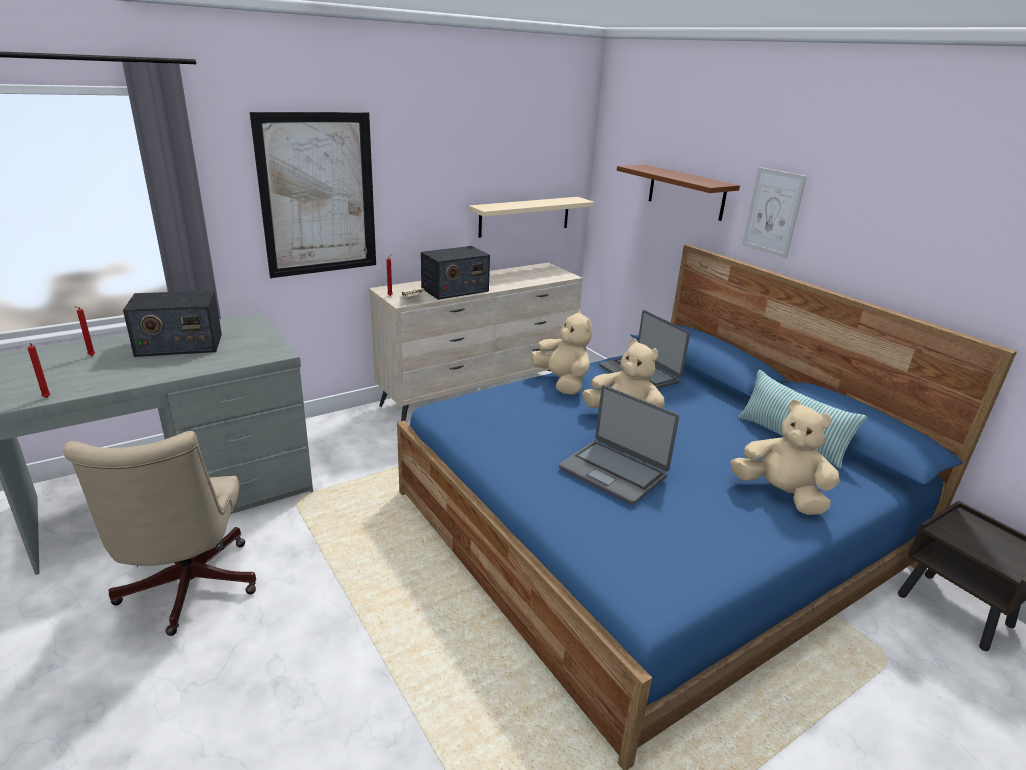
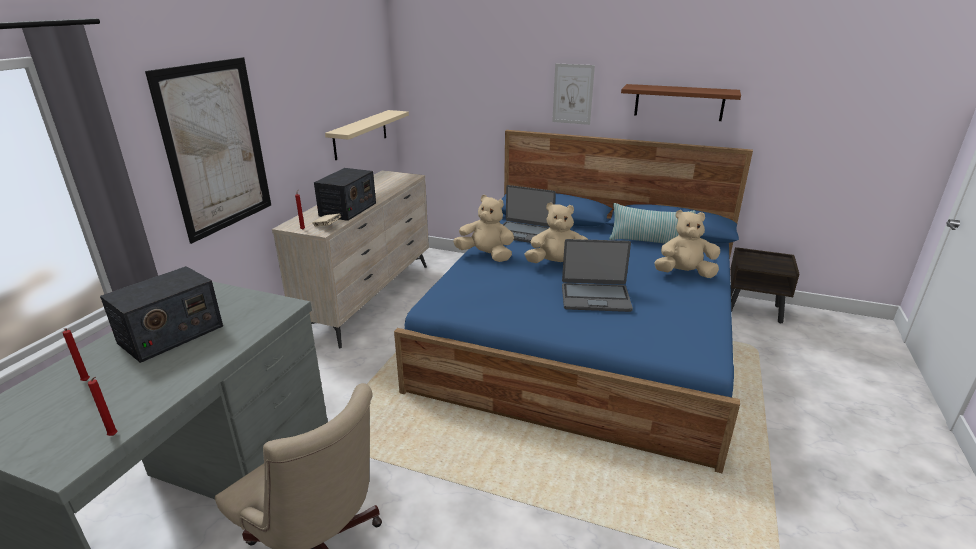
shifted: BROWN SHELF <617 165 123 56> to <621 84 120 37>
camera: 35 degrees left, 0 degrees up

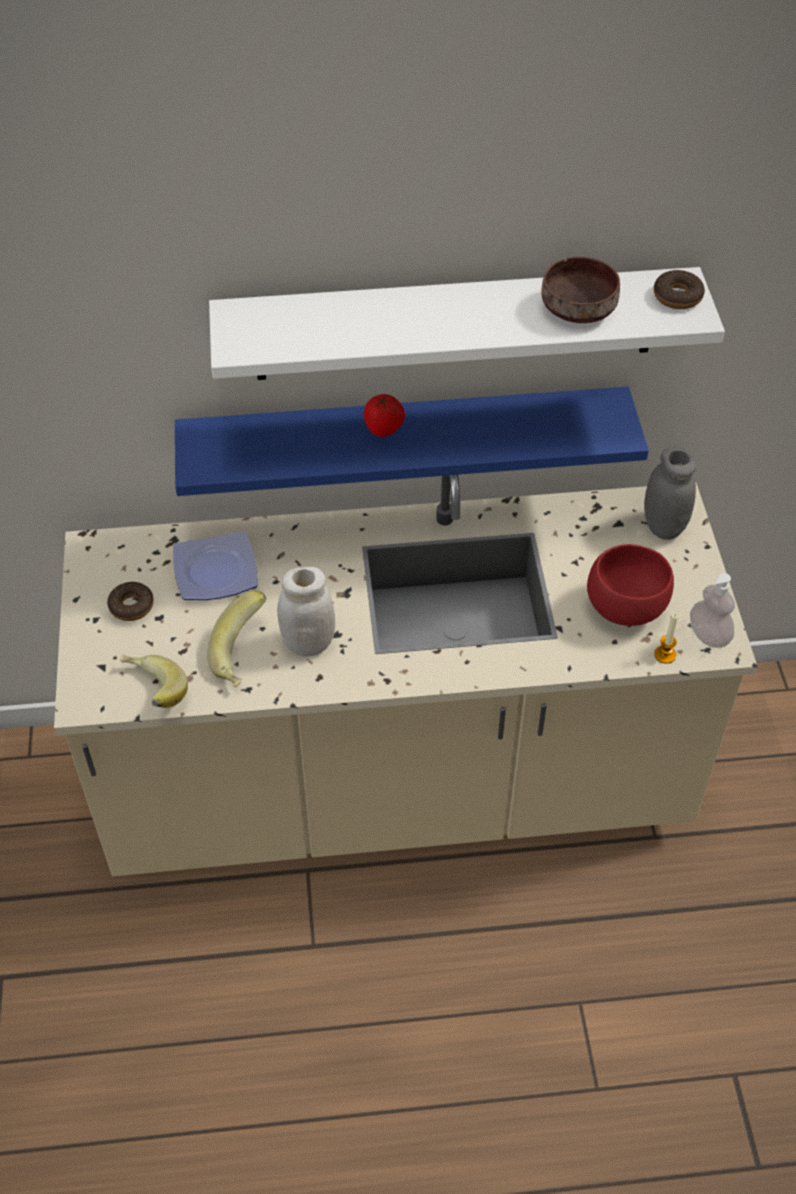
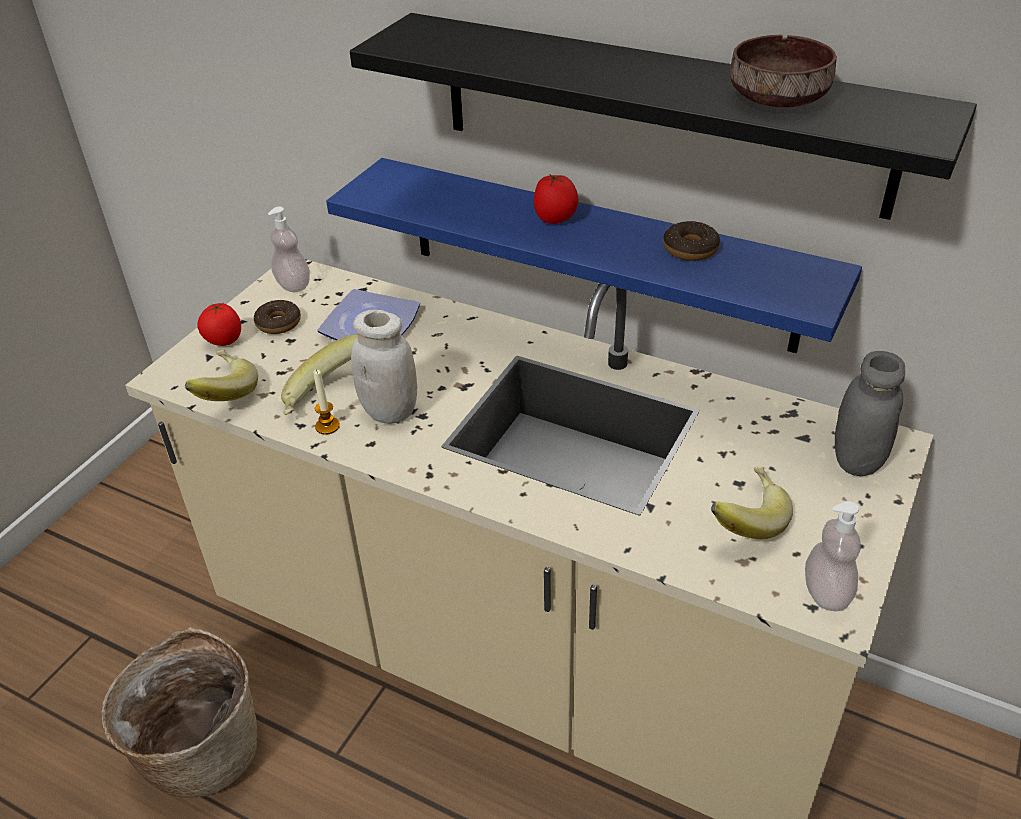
new: SOAP BOTTLE <268 207 42 85>; TOMATO <197 303 44 43>; BASKET <101 627 157 171>
shifted: RING DOUGHNUT <654 270 51 39> to <663 221 57 40>; CANDLE <654 614 24 50> to <313 370 27 65>
swapped: REDDISH BOWL <587 544 87 82> to BANANA <711 467 82 72>
repainted: WHITE SHELF <209 267 516 113> to BLACK SHELF <350 13 627 207>
camera: 35 degrees right, 10 degrees down

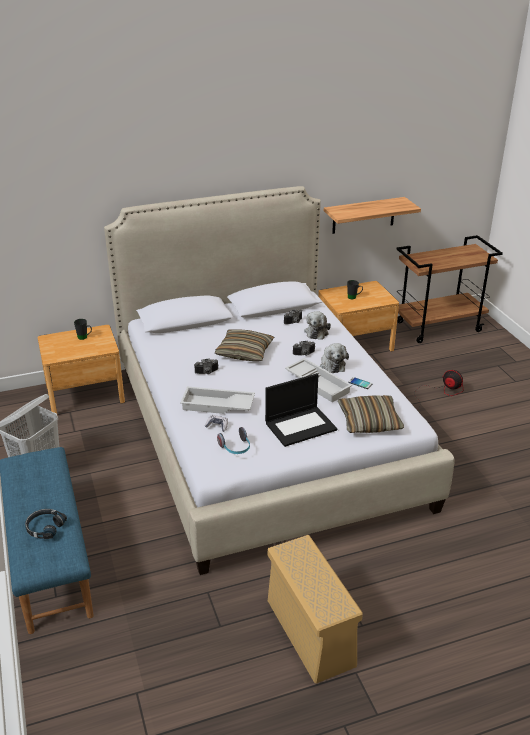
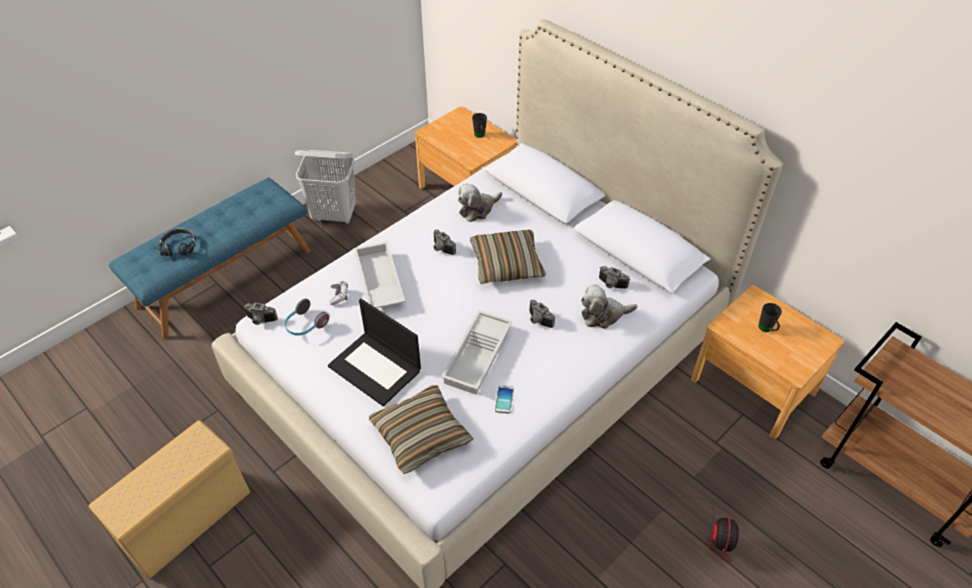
gone: SHELF <324 197 97 37>
new: STILL CAMERA <244 302 34 23>
shifted: CUDDLY TOY <320 343 29 30> to <458 184 44 38>
camera: 65 degrees right, 15 degrees up

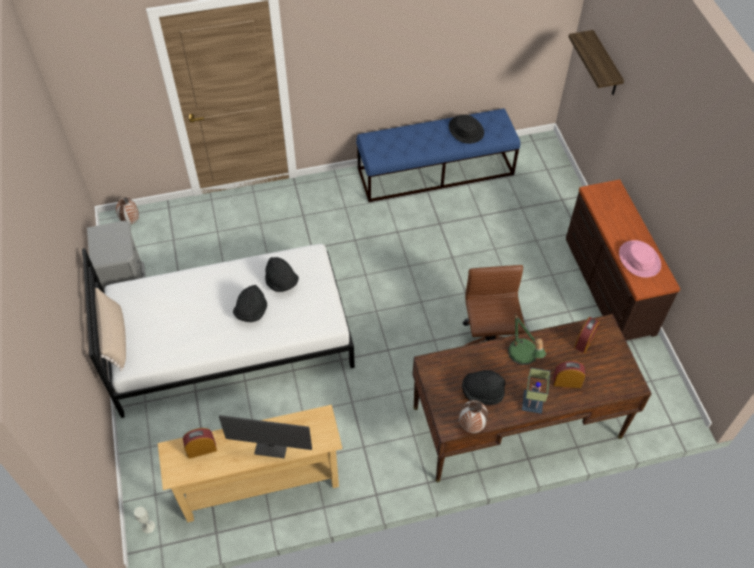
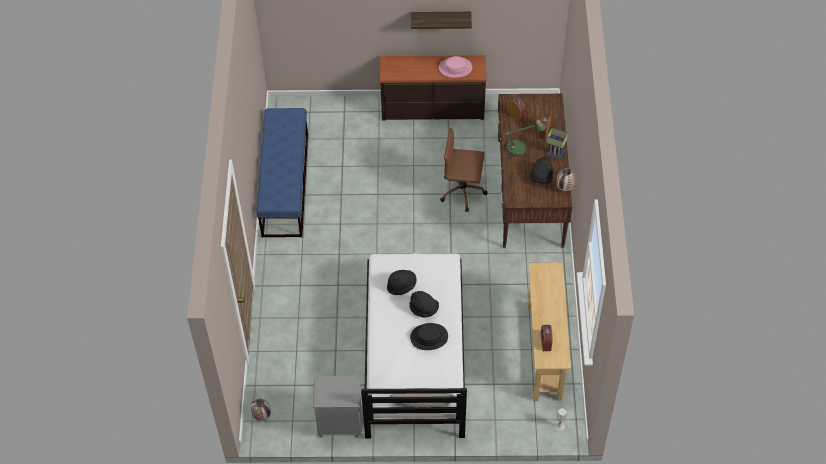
gone: COMPUTER SCREEN <219 415 93 43>
shifted: SHELF <569 30 55 65> to <411 12 61 17>; BLACK HAT <449 115 35 29> to <410 323 38 27>
camera: 75 degrees left, 0 degrees up

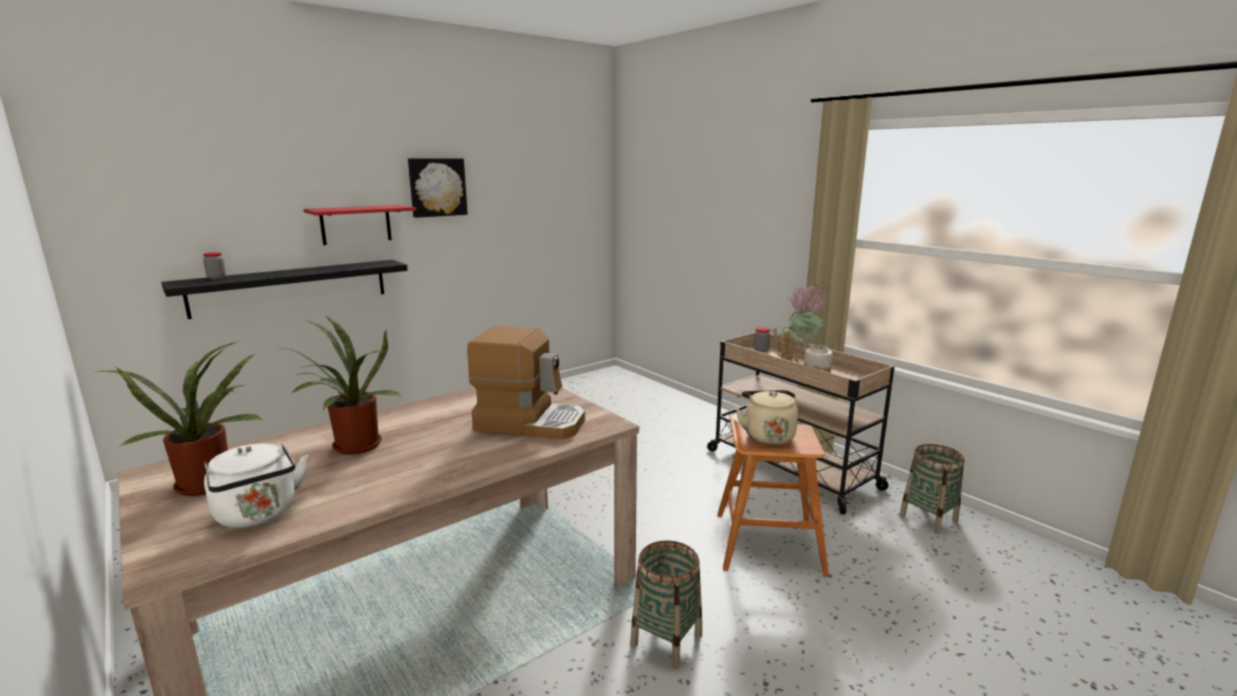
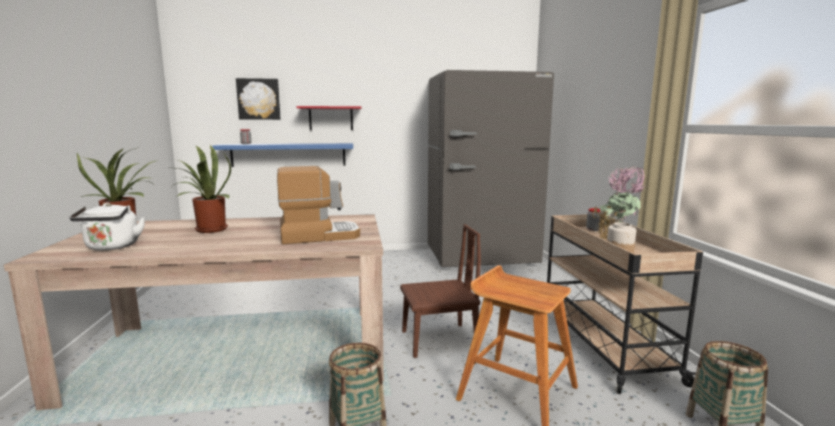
gone: BEIGE WATER KETTLE <736 390 62 55>
new: GRAY REFRIGERATOR <428 70 126 197>; BROWN PLAIN CHAIR <400 224 81 134>
shifted: PICTURE <408 158 60 60> to <236 78 45 42>
repainted: BLACK SHELF <161 260 247 59> to BLUE SHELF <212 143 141 24>
rotated: COFFEE MACHINE <467 326 118 114> = <277 166 83 78> 60 degrees counterclockwise
camera: 30 degrees right, 5 degrees down

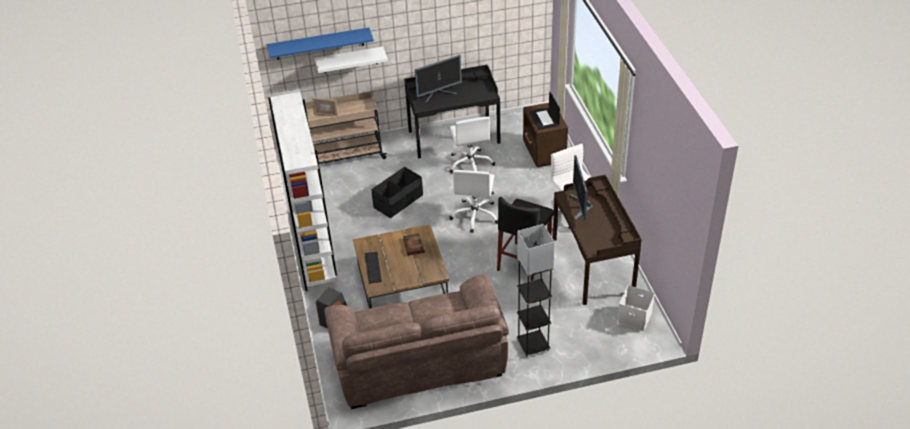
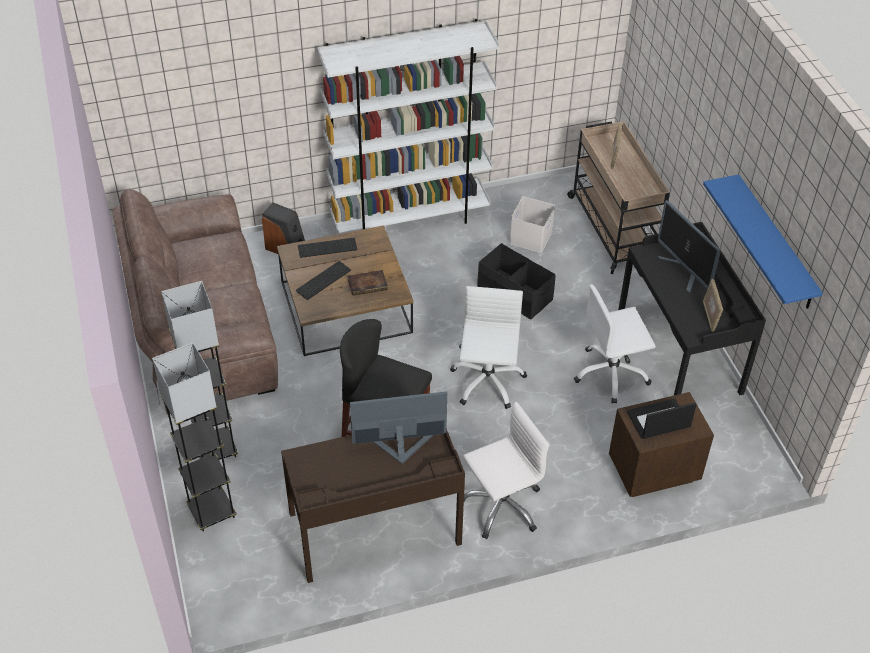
gone: WHITE SHELF <315 47 73 26>
new: COMPUTER KEYBOARD <296 261 55 39>; PICTURE FRAME <703 279 20 53>; GRAY FLOOR LAMP <152 342 85 189>
shifted: BLUE SHELF <267 28 107 32> to <703 174 120 135>; WHITE STORAGE BIN <617 285 38 46> to <509 196 46 57>
rotated: WHITE OFFICE CHAIR <449 170 49 63> = <450 286 77 123> 90 degrees clockwise
camera: 85 degrees right, 5 degrees up

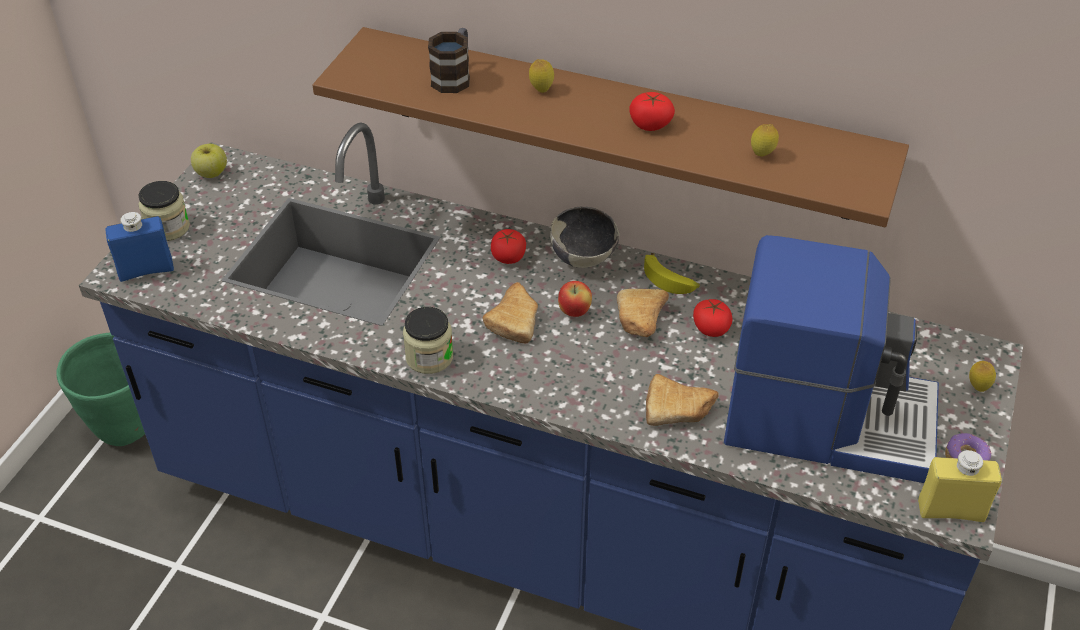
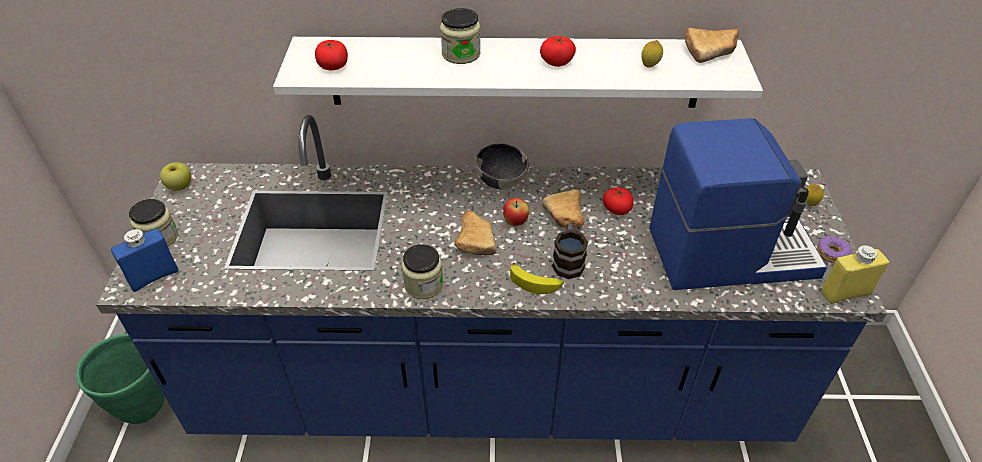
shifted: COFFEE MUG <428 28 42 65> to <552 224 36 55>; TOMATO <491 229 35 35> to <315 40 33 30>; BANANA <644 253 56 41> to <510 263 54 31>; BREAD <646 374 73 52> to <685 28 54 35>
swapped: CITRUS FRUIT <529 59 25 34> to STORAGE JAR <440 8 41 56>
repainted: BROWN SHELF <312 27 597 200> to WHITE SHELF <273 37 490 71>
camera: 20 degrees left, 0 degrees up

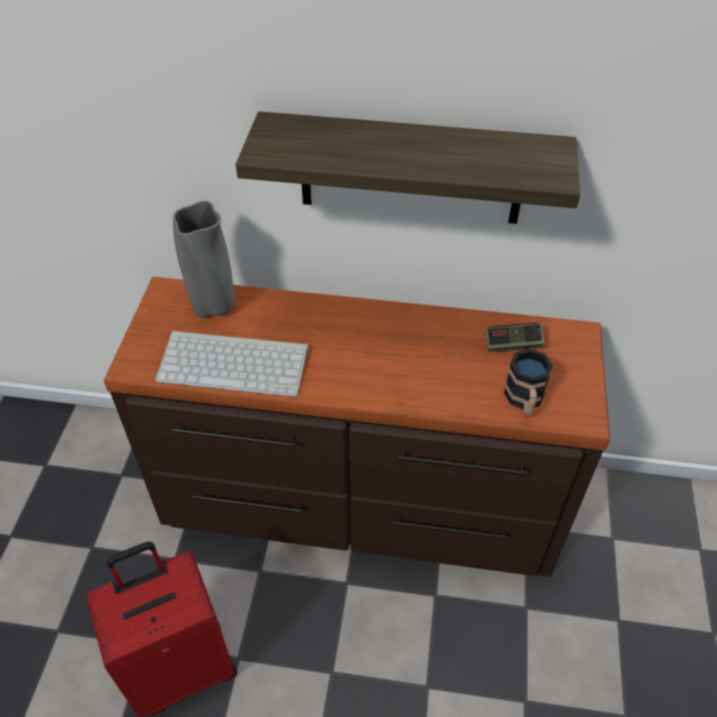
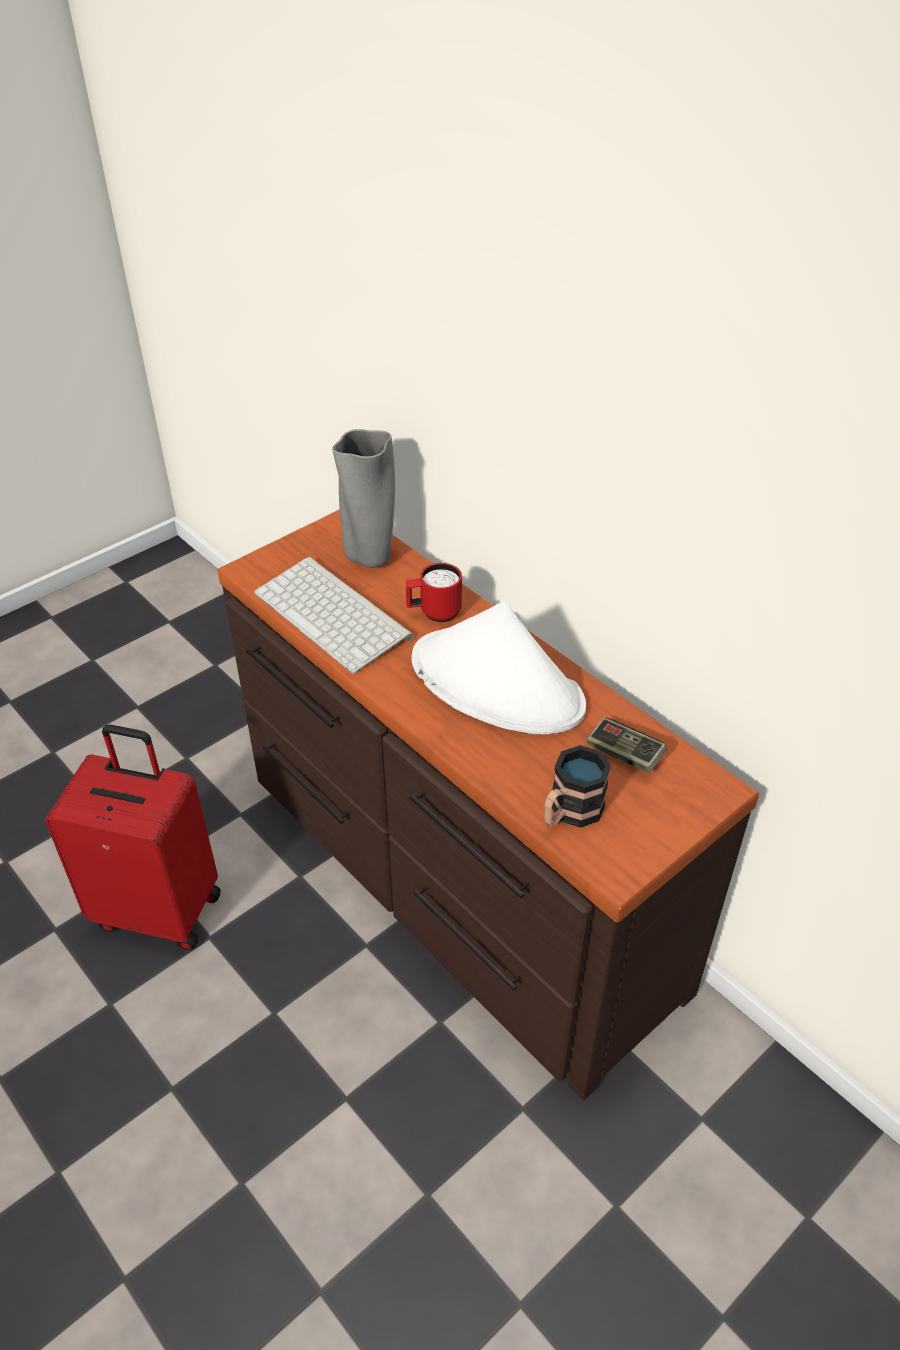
gone: SHELF <236 111 344 113>
new: REDDISH COFFEE MUG <406 563 56 59>; WHITE HAT <412 601 174 134>
camera: 40 degrees right, 5 degrees down

